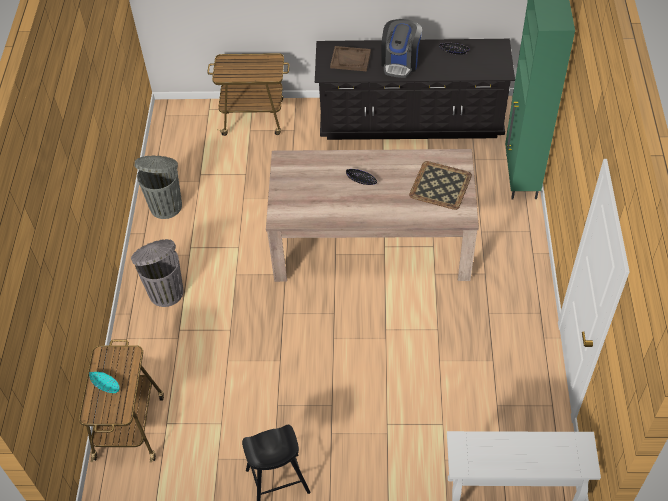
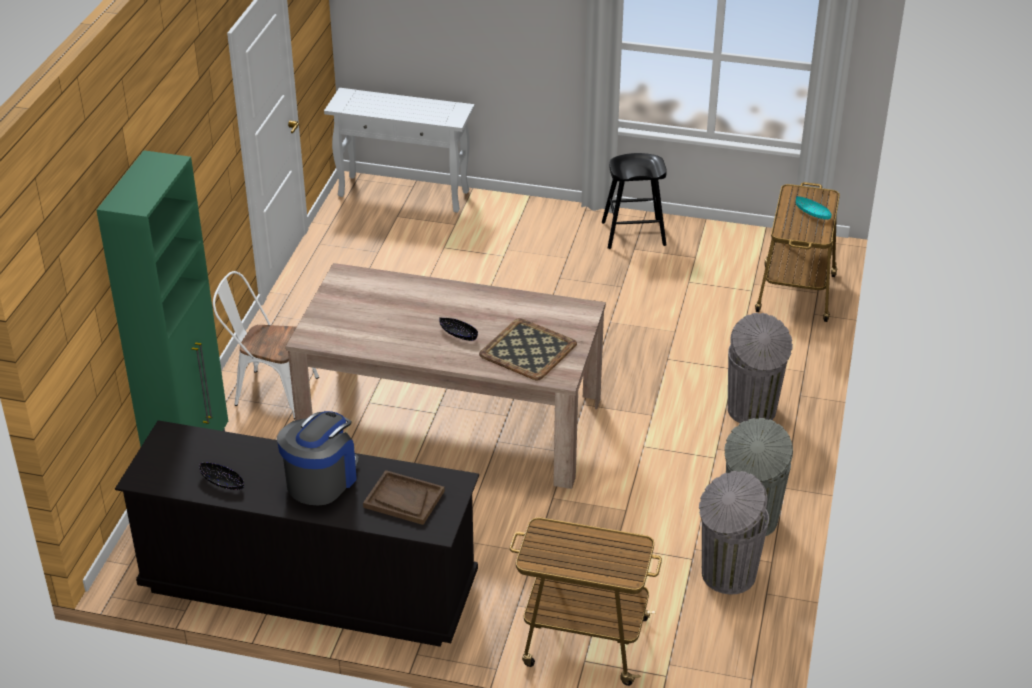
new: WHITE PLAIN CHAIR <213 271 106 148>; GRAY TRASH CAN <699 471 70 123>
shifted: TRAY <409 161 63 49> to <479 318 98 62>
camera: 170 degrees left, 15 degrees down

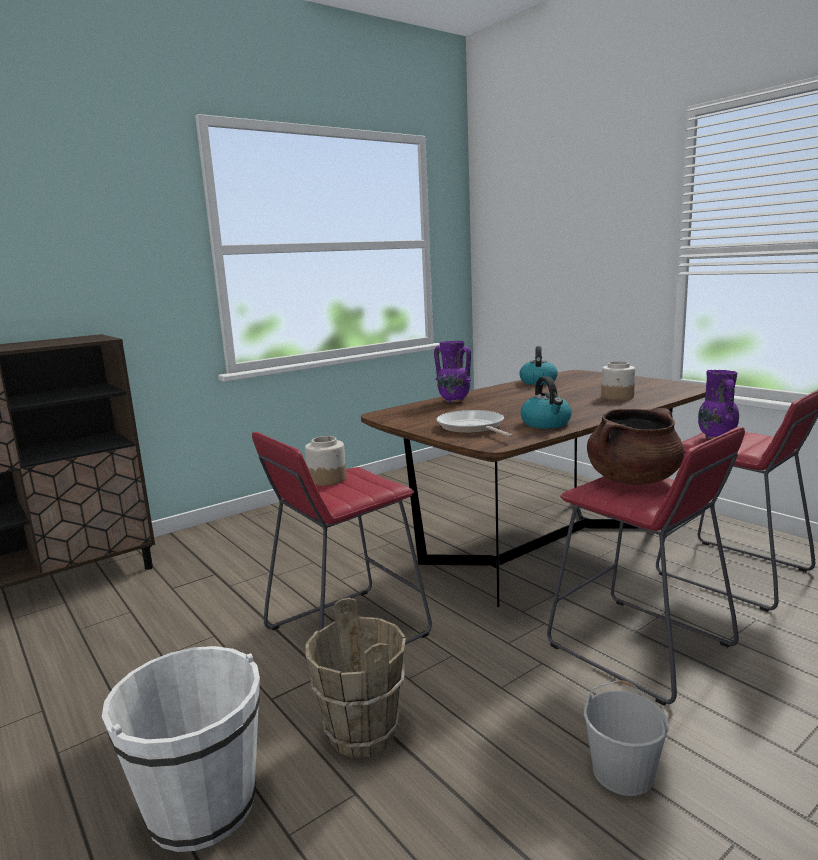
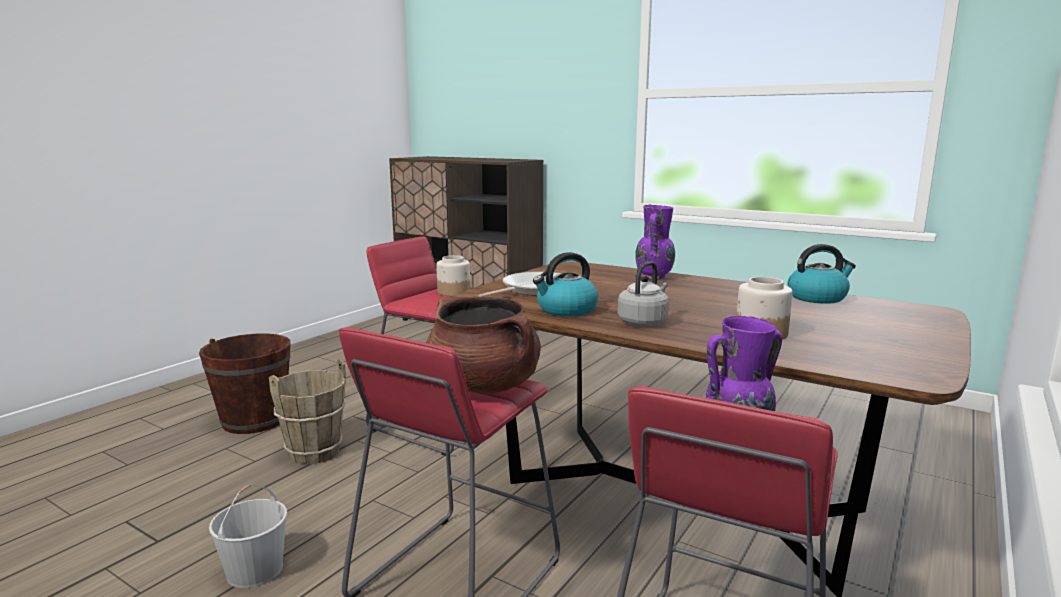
new: GRAY WATER KETTLE <618 261 51 65>
repainted: WHITE WATER BUCKET <102 646 158 206> to BROWN WATER BUCKET <199 333 92 101>
camera: 70 degrees right, 0 degrees up

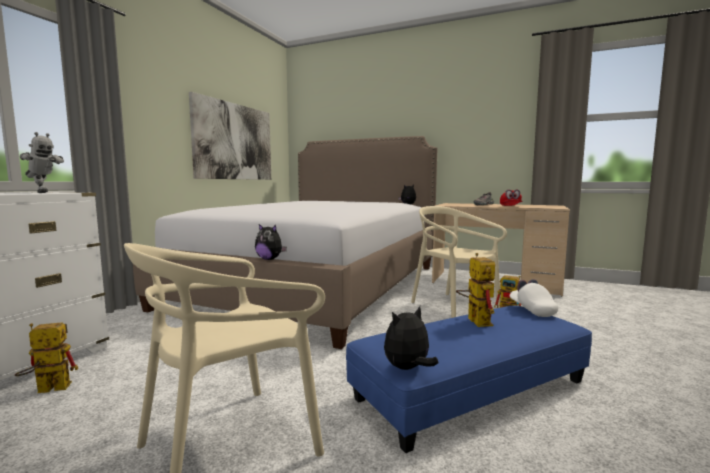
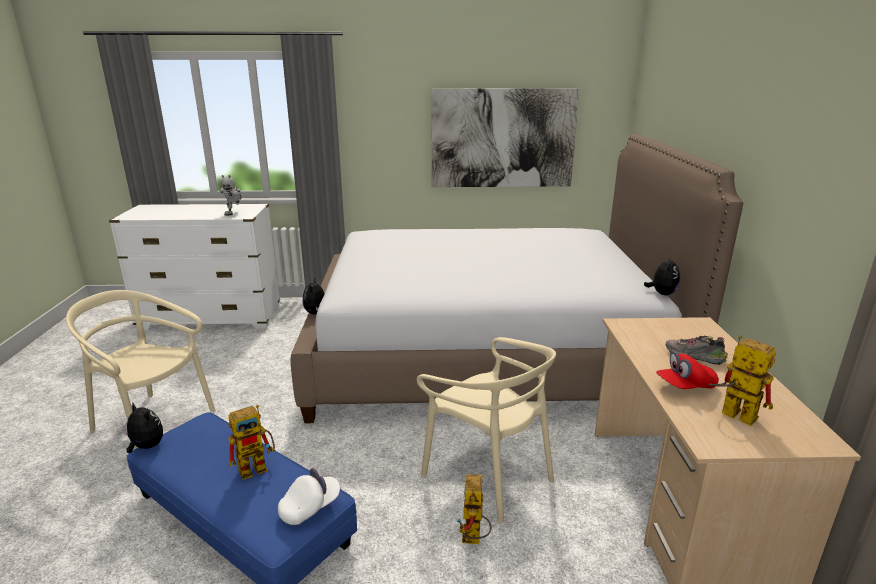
shifted: TOY ROBOT <15 322 64 71> to <708 335 68 91>
rotated: BEIGE PLAIN CHAIR <411 206 96 112> = <417 337 139 186> 105 degrees clockwise
camera: 65 degrees right, 15 degrees up

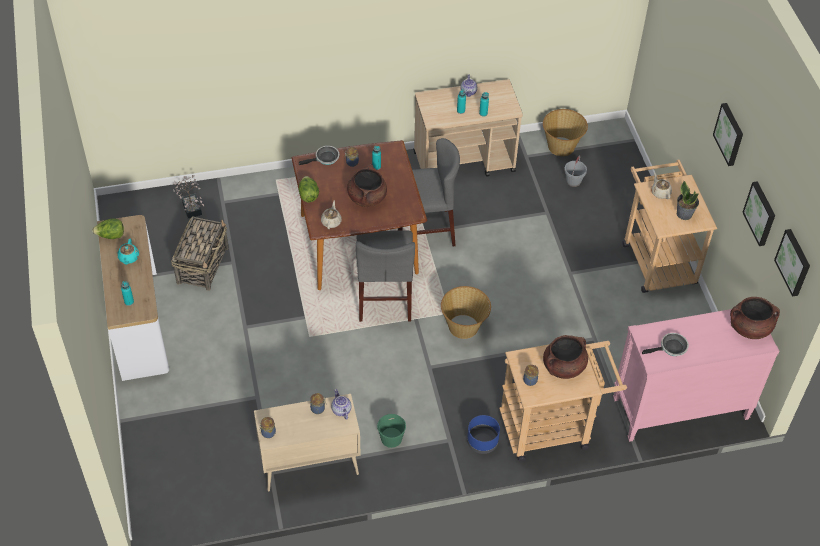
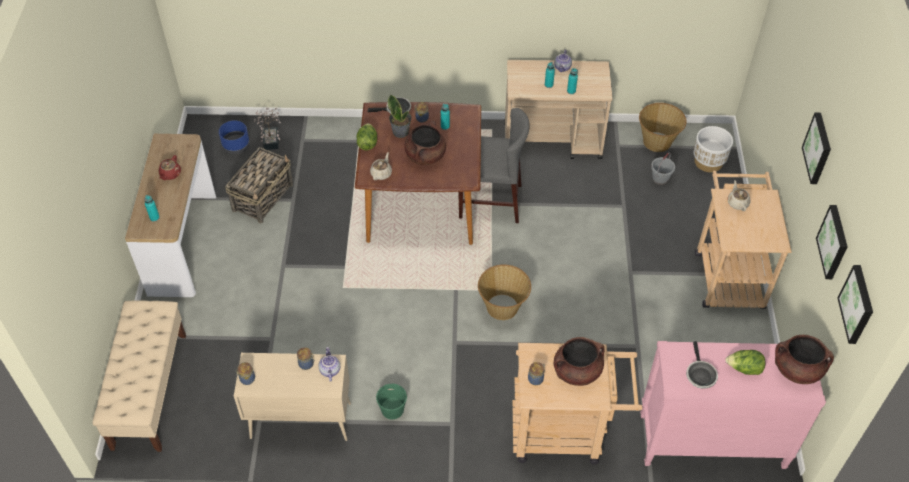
gone: GRAY PLAIN CHAIR <356 231 59 91>
new: WHITE FLOWER POT <694 126 39 46>; BEIGE INDOOR BENCH <92 301 94 151>
shifted: POTTED PLANT <677 181 22 39> to <388 94 23 44>; LETTUCE <92 218 32 21> to <725 350 41 25>; BLUE FLOWER POT <467 415 33 39> to <219 120 31 34>
repainted: TURQUOISE-COLOURED TEA POT <118 239 21 26> to REDDISH TEA POT <159 155 22 25>
rotated: FRYING PAN <642 333 47 23> = <686 341 32 48> 90 degrees clockwise
camera: 15 degrees right, 0 degrees up

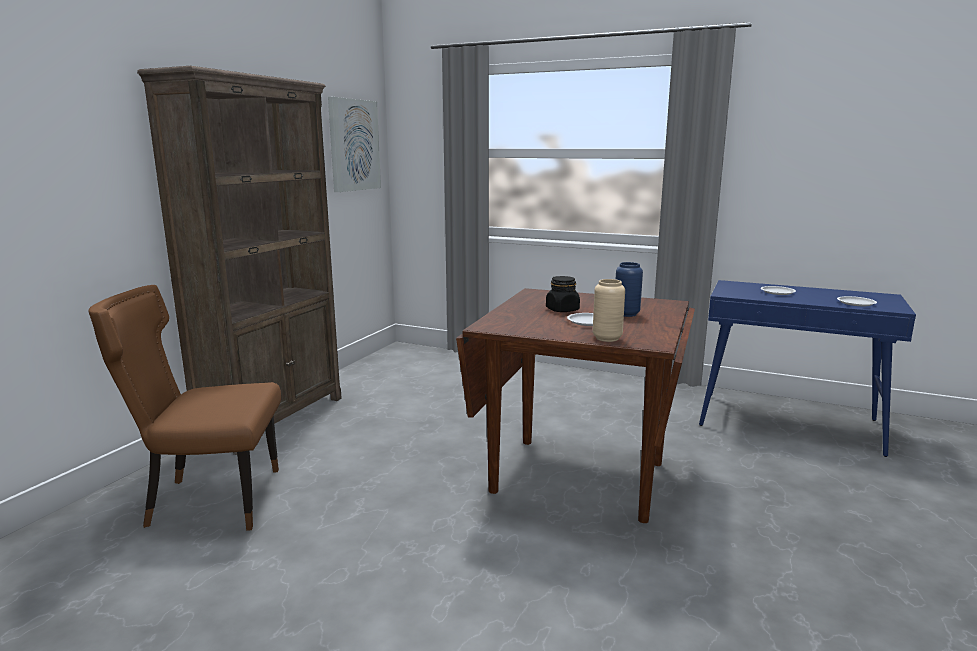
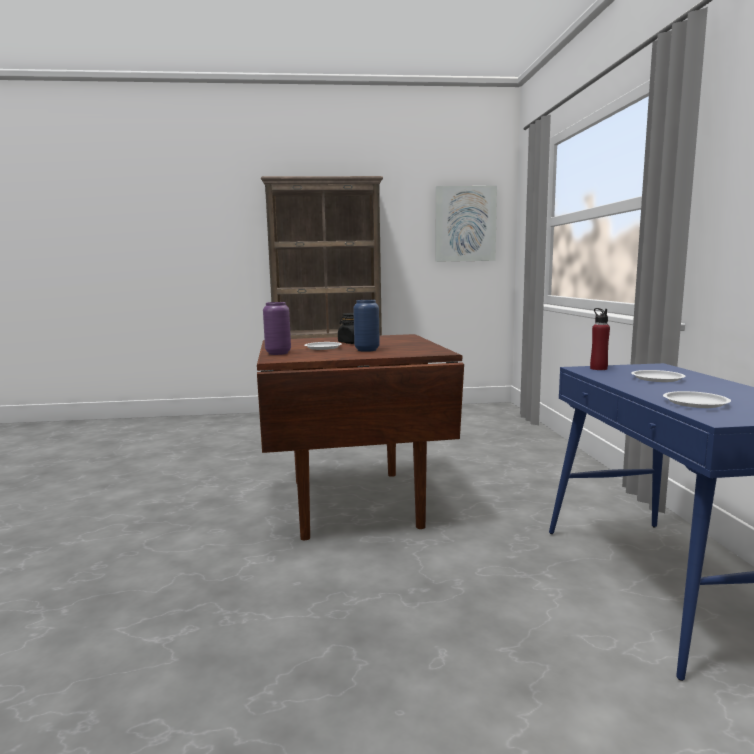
gone: BROWN PLAIN CHAIR <89 285 192 246>
new: REDDISH BEVERAGE BOTTLE <590 308 20 62>
repainted: BEIGE DECORATIVE VASE <593 279 32 63> to PURPLE DECORATIVE VASE <263 302 28 53>
camera: 60 degrees right, 5 degrees down

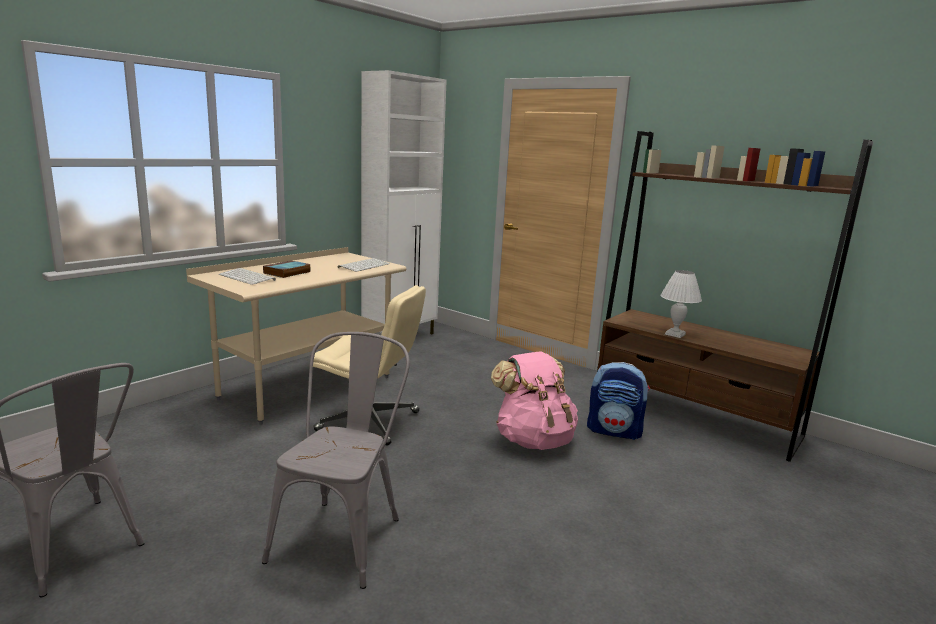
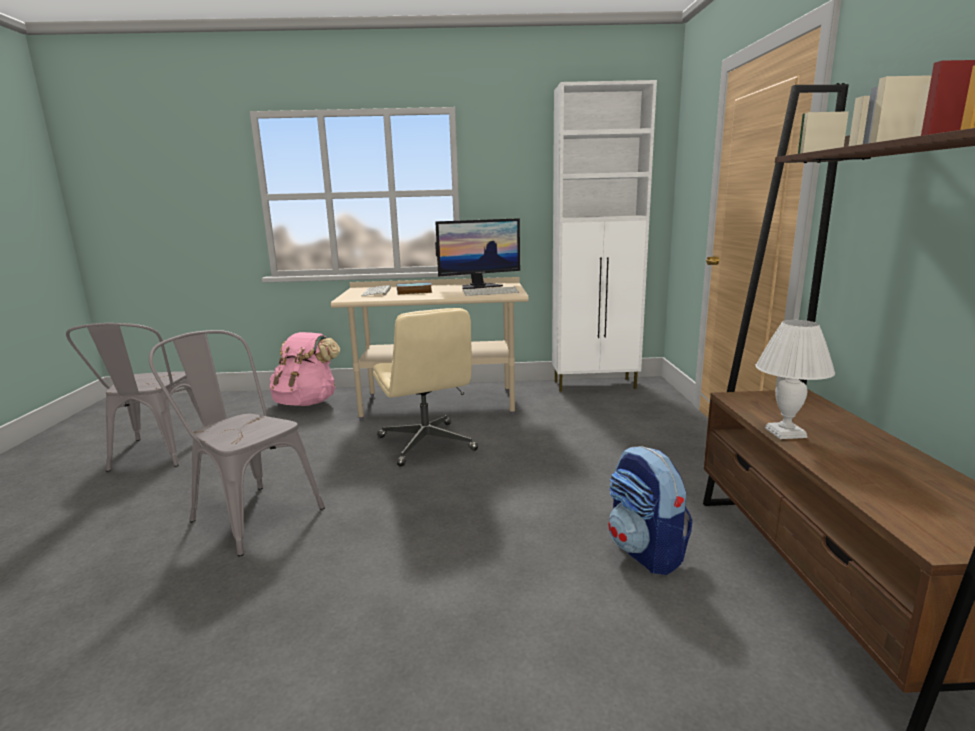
new: COMPUTER SCREEN <435 218 85 71>
shifted: PINKISH BACKPACK <491 351 87 99> to <270 332 70 74>
rotated: GRAY PLAIN CHAIR <262 332 148 257> = <149 330 176 226> 120 degrees counterclockwise
camera: 50 degrees right, 0 degrees up

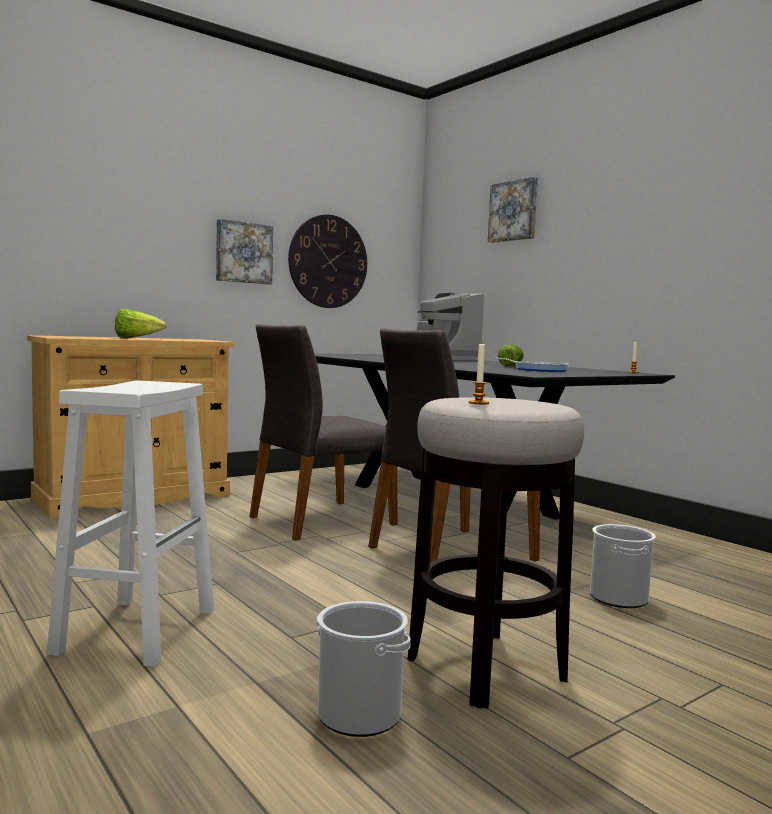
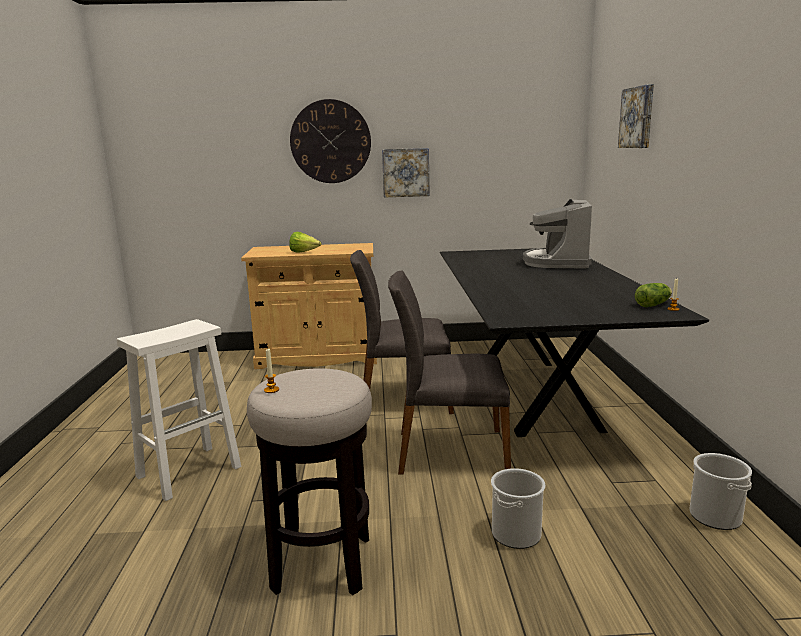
gone: FRYING PAN <495 358 74 14>
shifted: CLOCK ON THE WALL <288 214 79 94> to <290 99 81 84>; LETTUCE <498 344 26 22> to <635 283 37 24>; WATER BUCKET <317 601 94 136> to <689 453 63 77>
camera: 35 degrees right, 10 degrees up

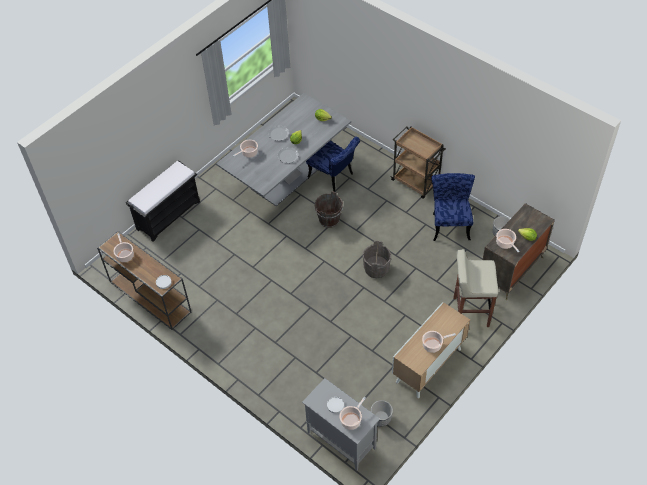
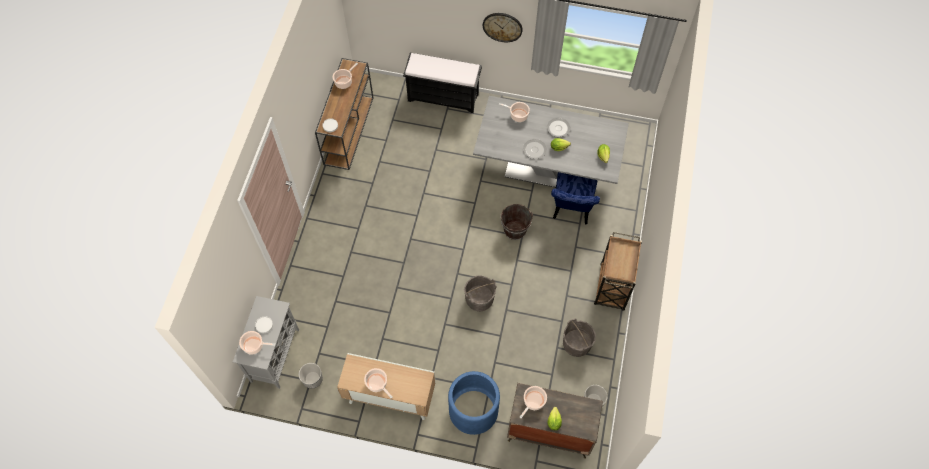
new: CLOCK ON THE WALL <483 13 40 29>
swapped: BLUE PLAIN CHAIR <431 173 44 68> to GRAY WATER BUCKET <563 318 33 39>; BEIGE SITTING STOOL <453 249 45 78> to BLUE FLOWER POT <448 371 52 64>
camera: 60 degrees right, 10 degrees up

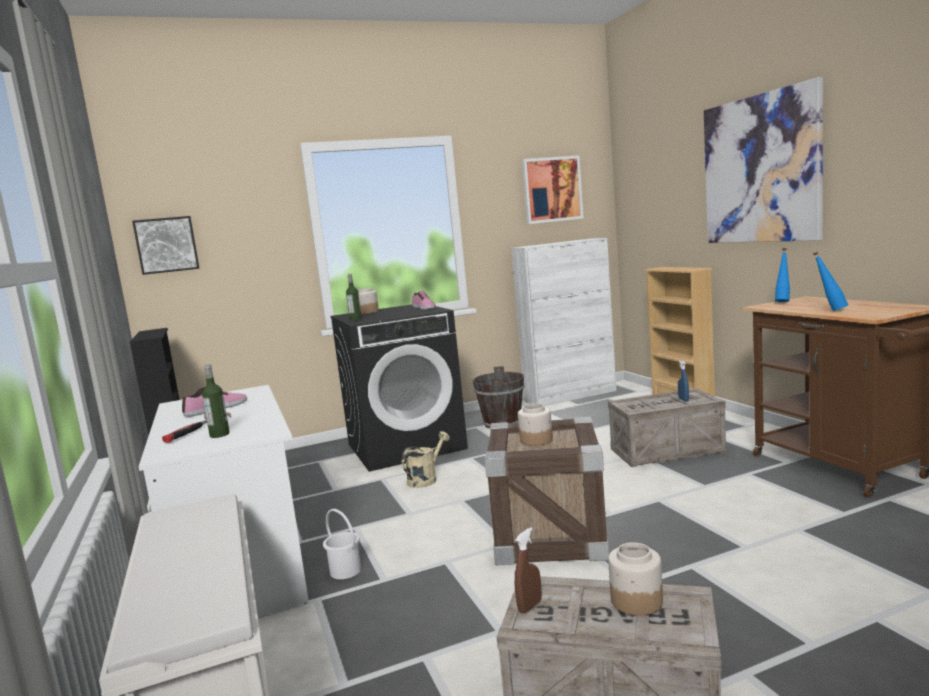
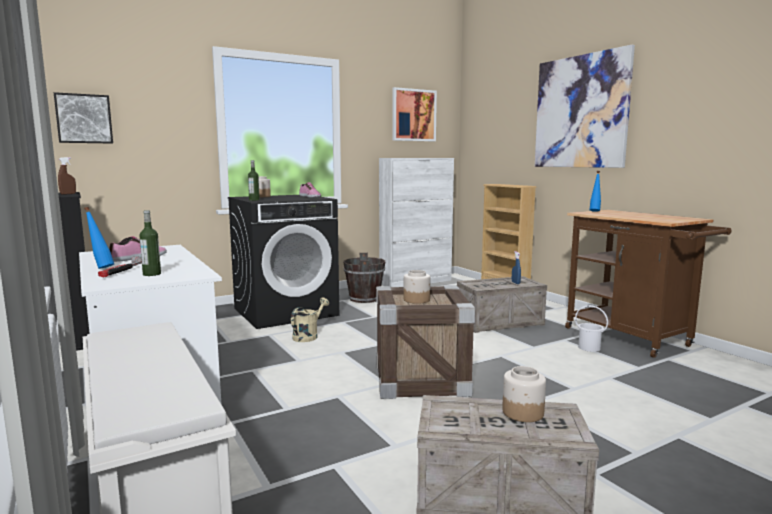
shifted: BLUE BEVERAGE BOTTLE <813 252 35 59> to <84 207 30 62>; WHITE WATER BUCKET <323 509 38 70> to <575 305 33 47>; BROWN SPRAYER <515 527 26 86> to <58 157 18 38>
camera: 10 degrees left, 0 degrees up

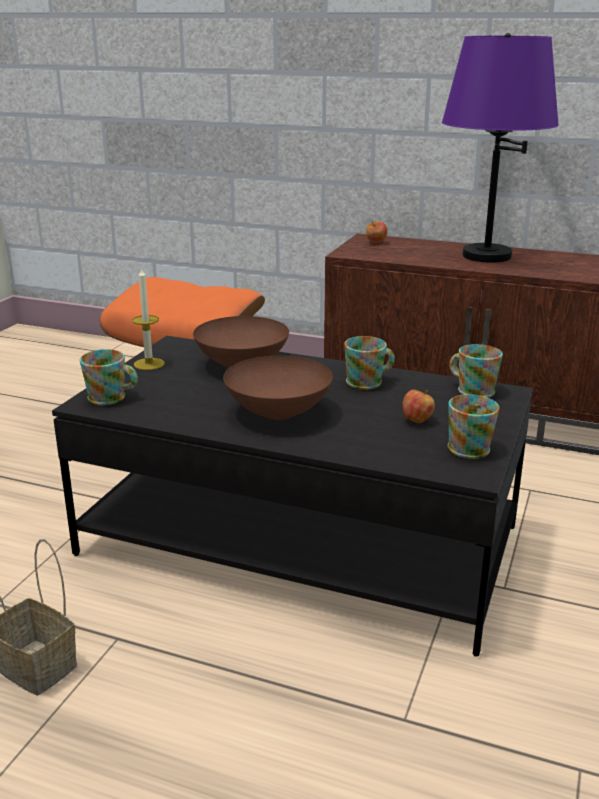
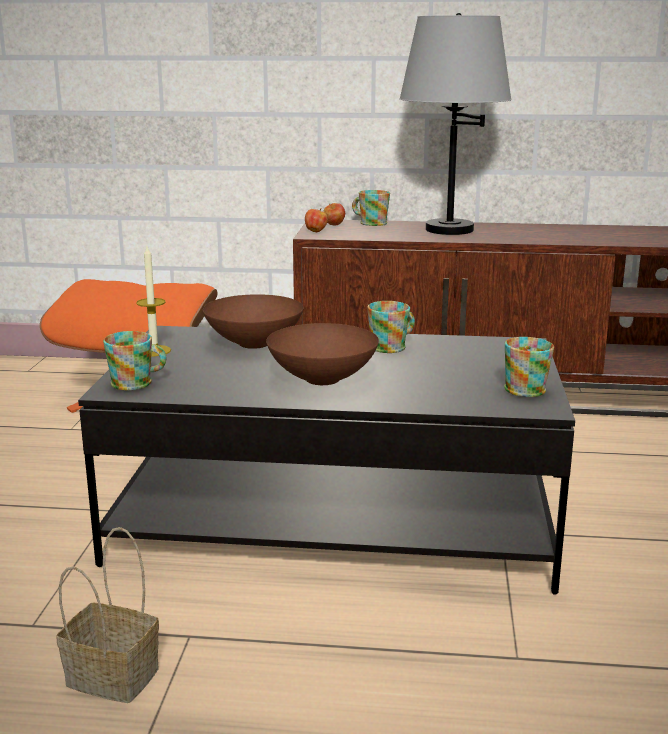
shifted: COFFEE MUG <449 344 54 54> to <352 190 38 36>; WHOLE APPLE <402 390 33 33> to <305 208 23 24>
repainted: PURPLE TABLE LAMP <442 33 117 230> to GRAY TABLE LAMP <400 13 111 222>
camera: 15 degrees left, 5 degrees down

